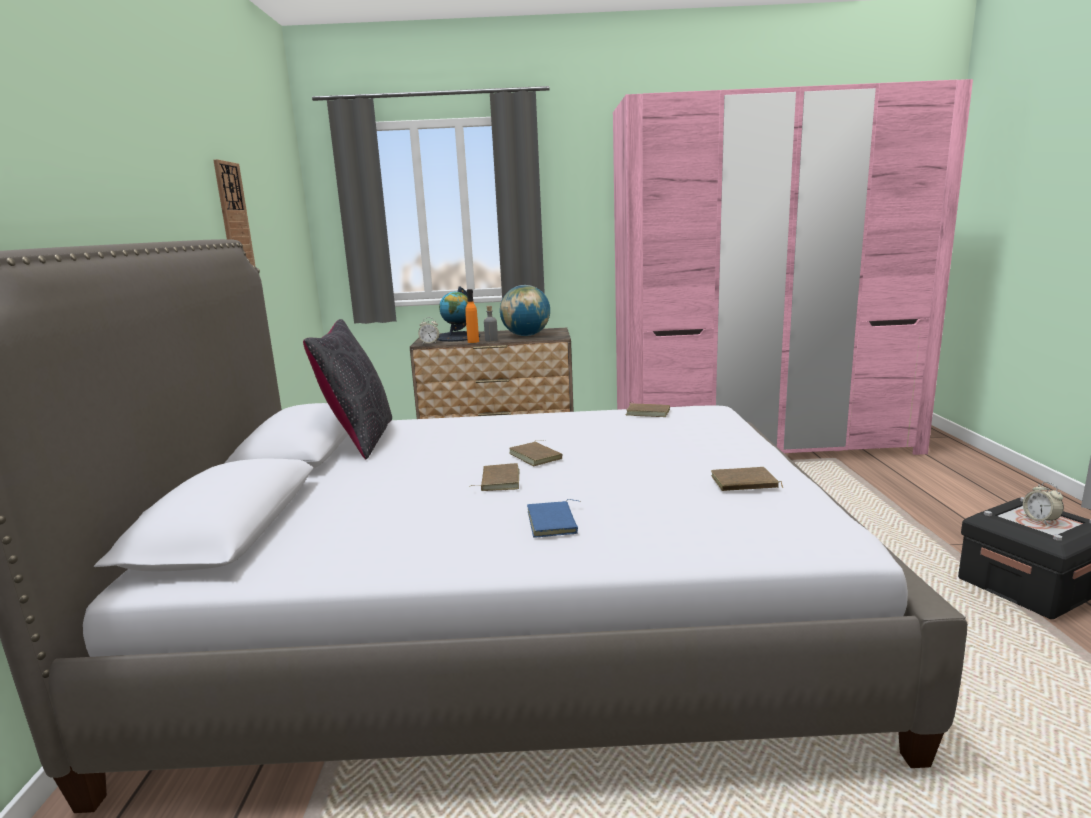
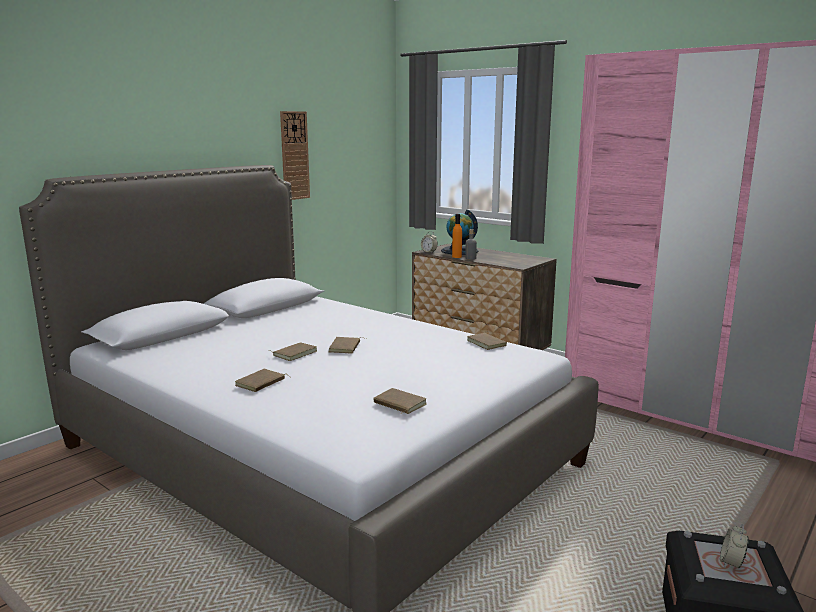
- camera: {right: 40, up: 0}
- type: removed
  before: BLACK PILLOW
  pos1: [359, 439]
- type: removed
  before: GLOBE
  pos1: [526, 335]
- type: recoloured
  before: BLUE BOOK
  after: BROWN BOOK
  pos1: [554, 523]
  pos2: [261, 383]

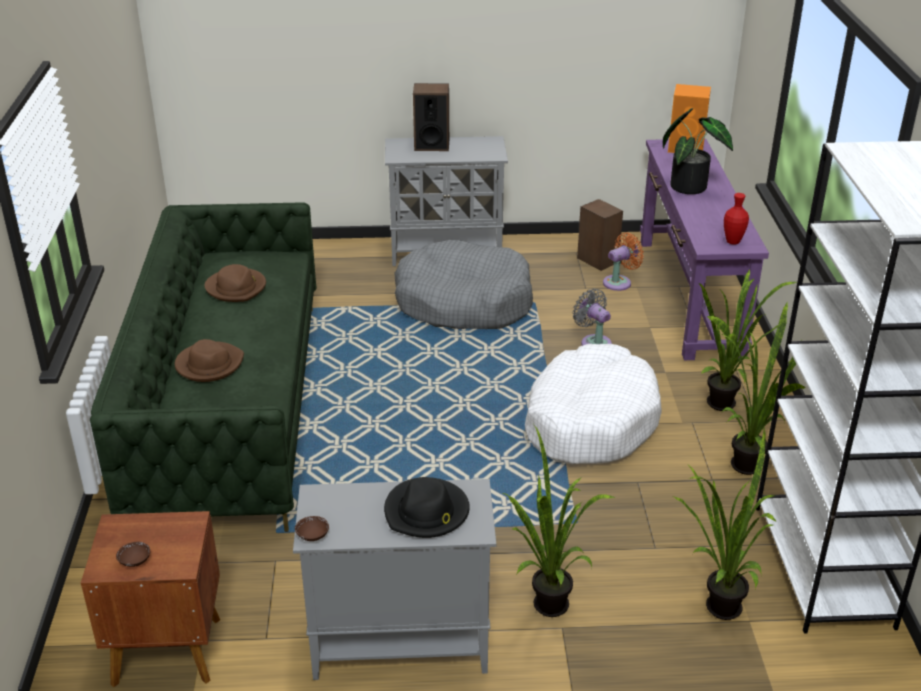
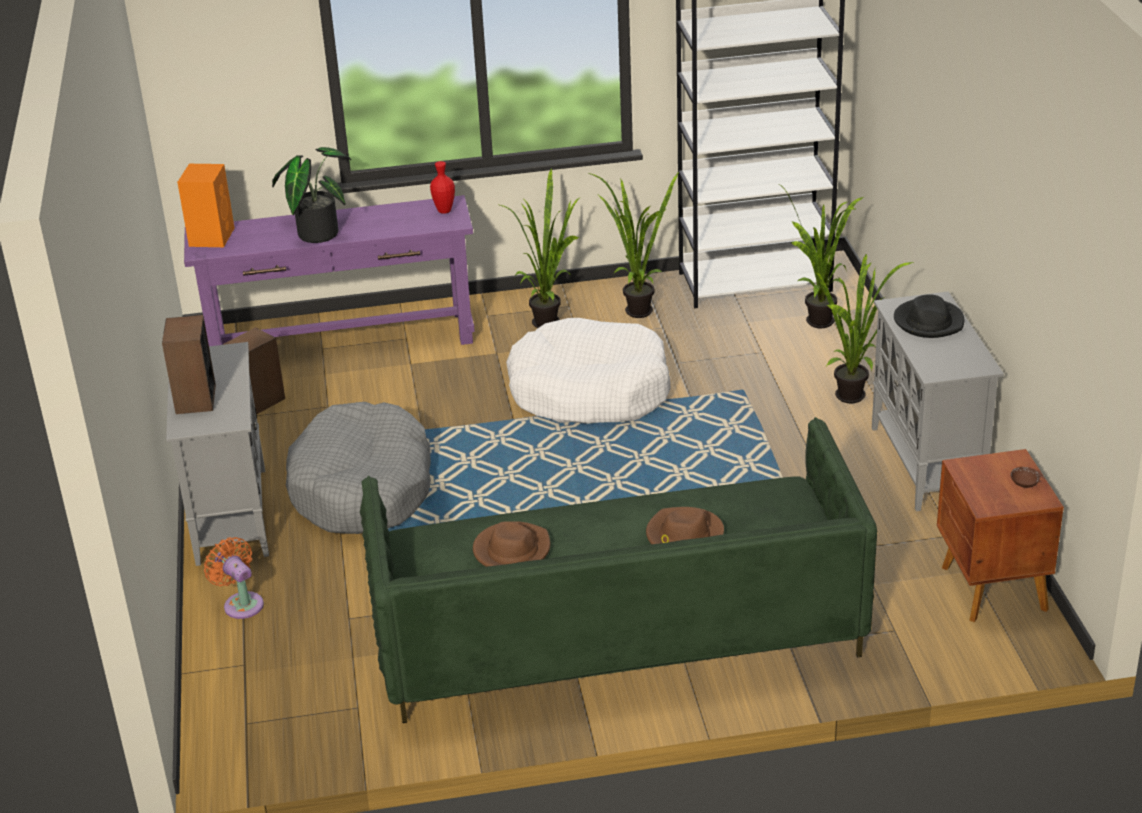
- camera: {right: -95, up: 0}
- type: removed
  before: BROWN BOWL
  pos1: [312, 536]
- type: removed
  before: GREY FAN
  pos1: [594, 342]
- type: moved
  before: ORANGE FAN
  pos1: [619, 282]
  pos2: [241, 603]

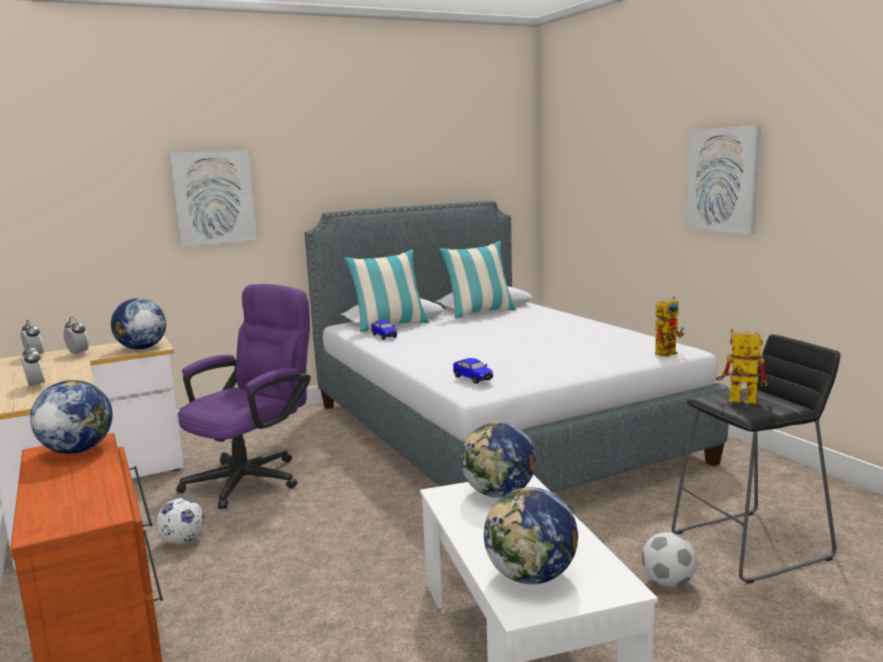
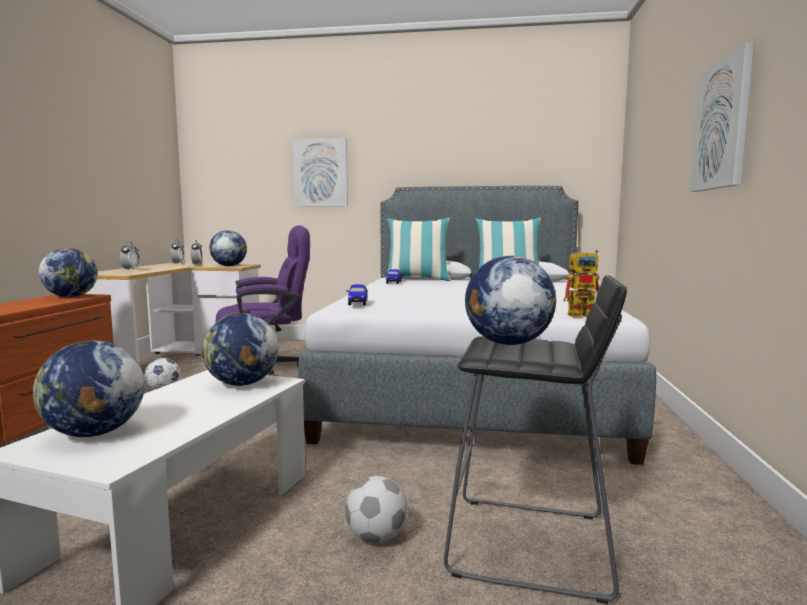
- camera: {right: 35, up: -5}
- type: replaced
  before: TOY ROBOT
  after: GLOBE
  pos1: [736, 400]
  pos2: [507, 343]

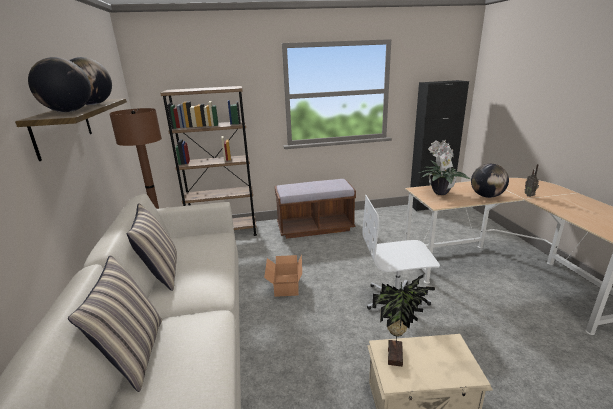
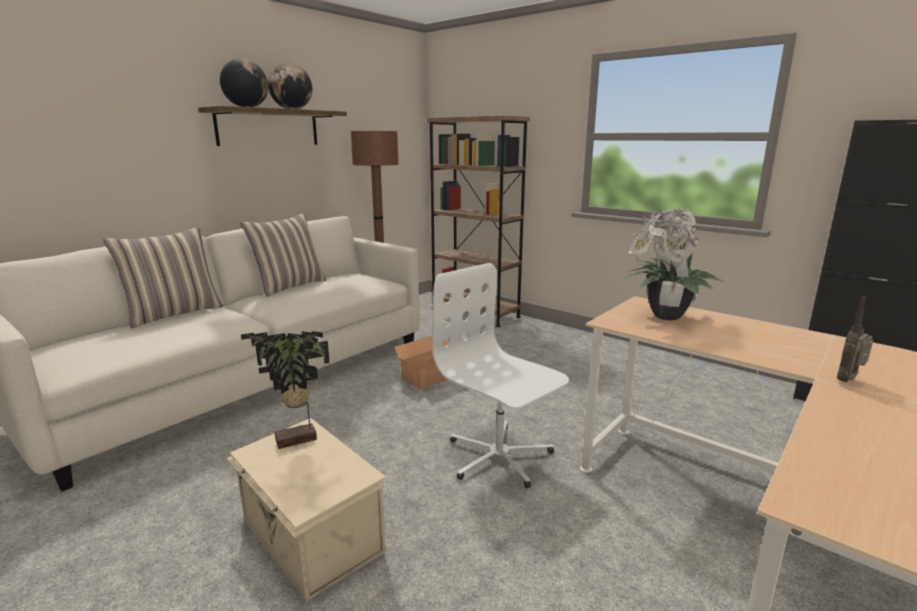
- camera: {right: 50, up: -5}
- type: removed
  before: BROWN BENCH
  pos1: [315, 228]
- type: removed
  before: GLOBE
  pos1: [486, 196]

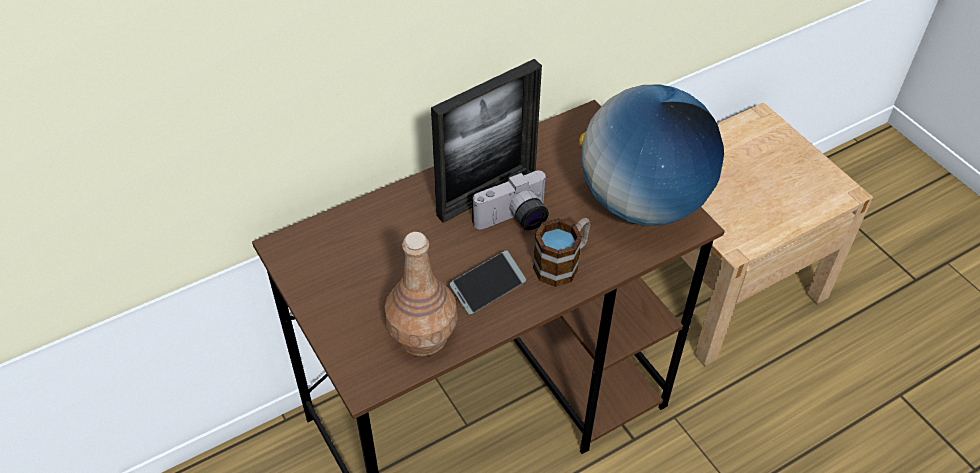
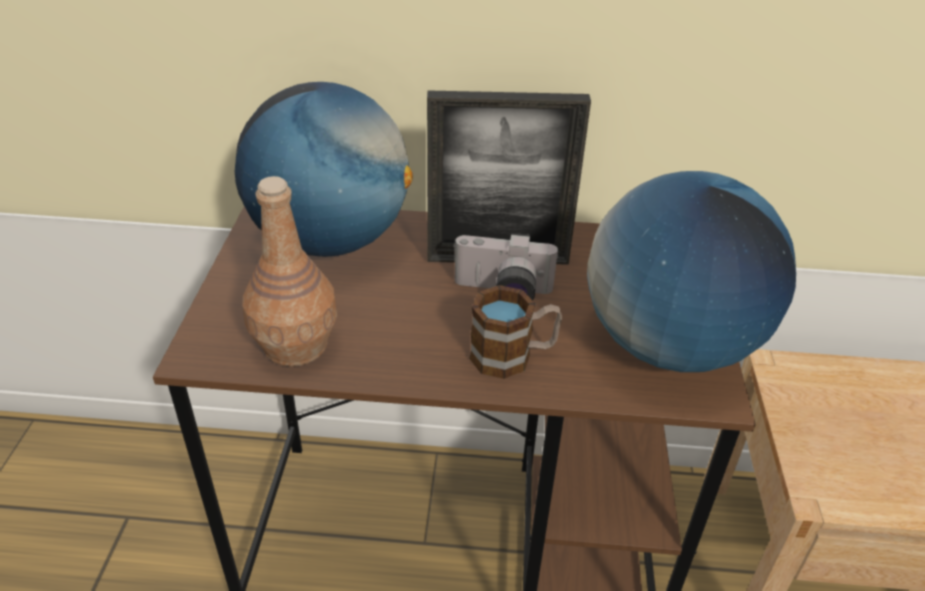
- camera: {right: 35, up: -10}
- type: removed
  before: PHONE
  pos1: [488, 287]
- type: added
  after: GLOBE
  pos2: [330, 240]

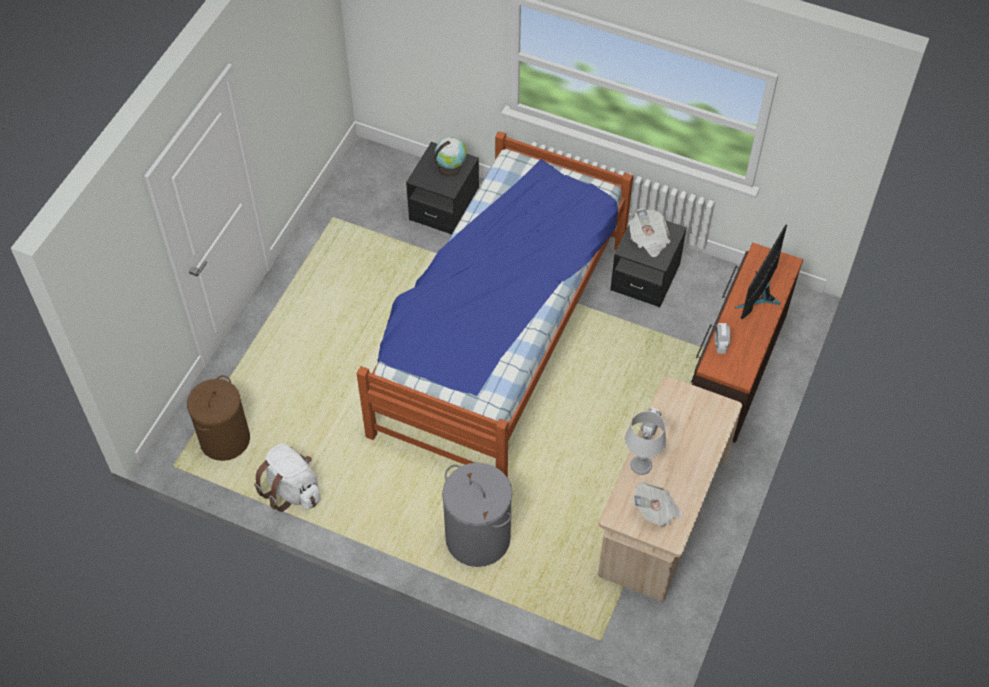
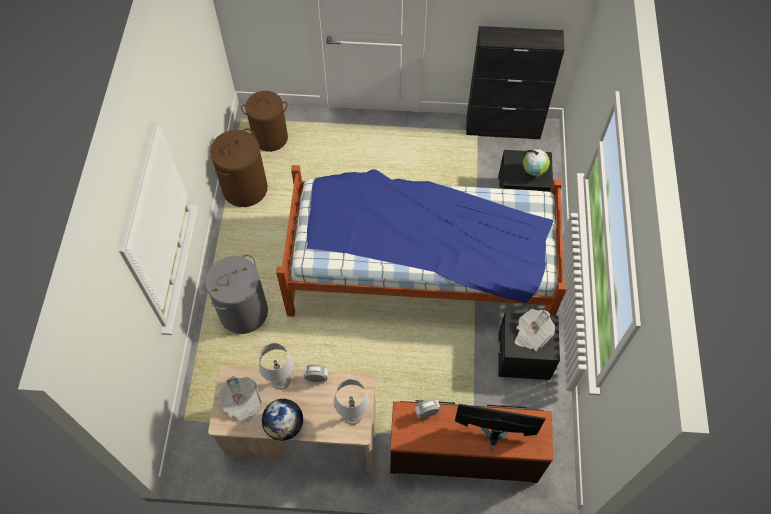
- camera: {right: 70, up: 5}
- type: replaced
  before: WHITE BACKPACK
  after: BROWN LAUNDRY BASKET
  pos1: [292, 490]
  pos2: [245, 188]
- type: added
  after: GLOBE
  pos2: [284, 426]
- type: added
  after: GREY TABLE LAMP
  pos2: [352, 415]
- type: added
  after: BLACK CABINET
  pos2: [503, 128]

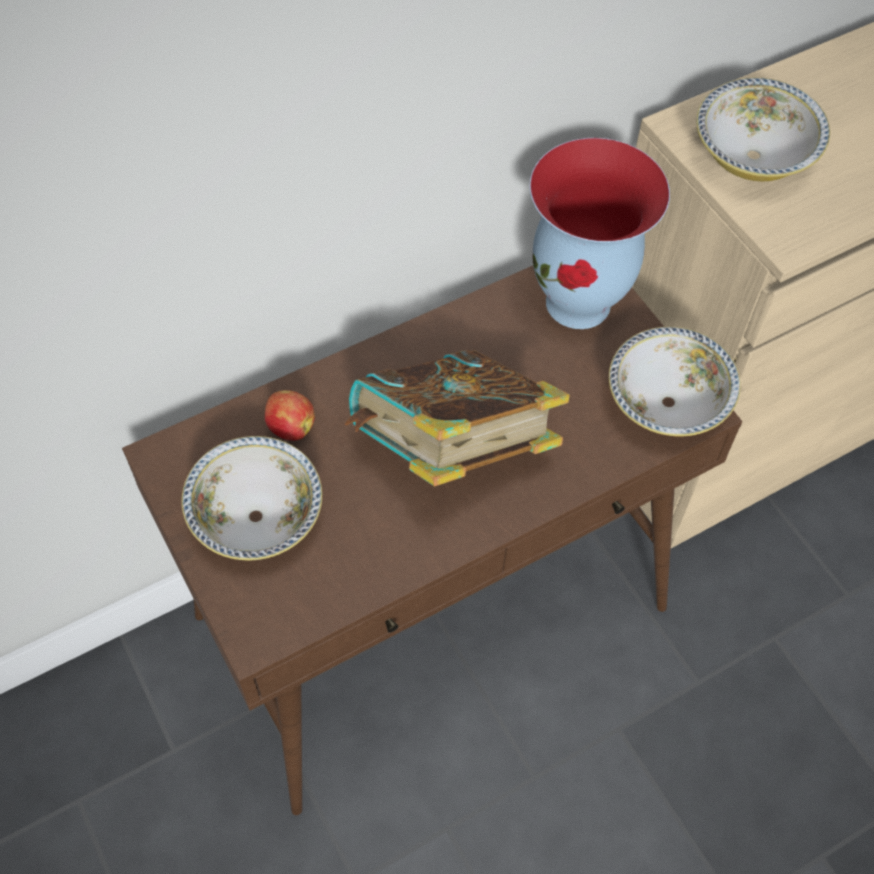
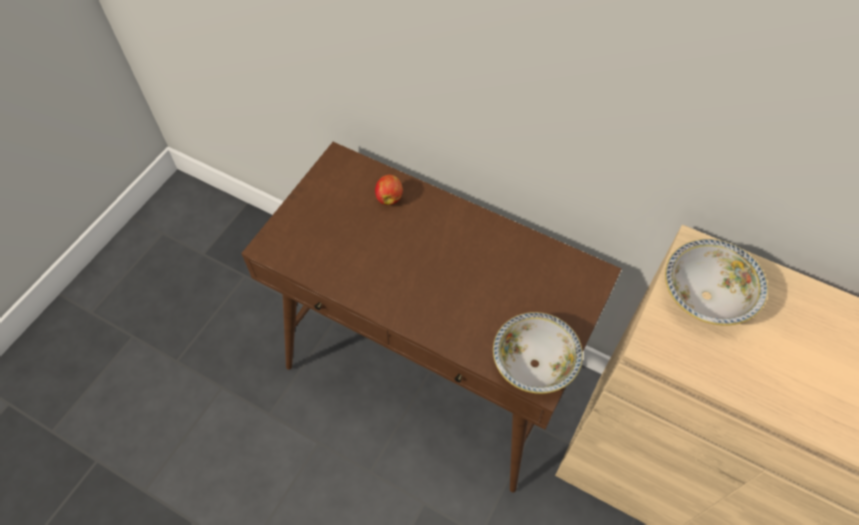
- camera: {right: 60, up: 0}
- type: removed
  before: BOWL
  pos1: [257, 517]
- type: removed
  before: BOOK
  pos1: [452, 451]
- type: removed
  before: VASE
  pos1: [580, 303]

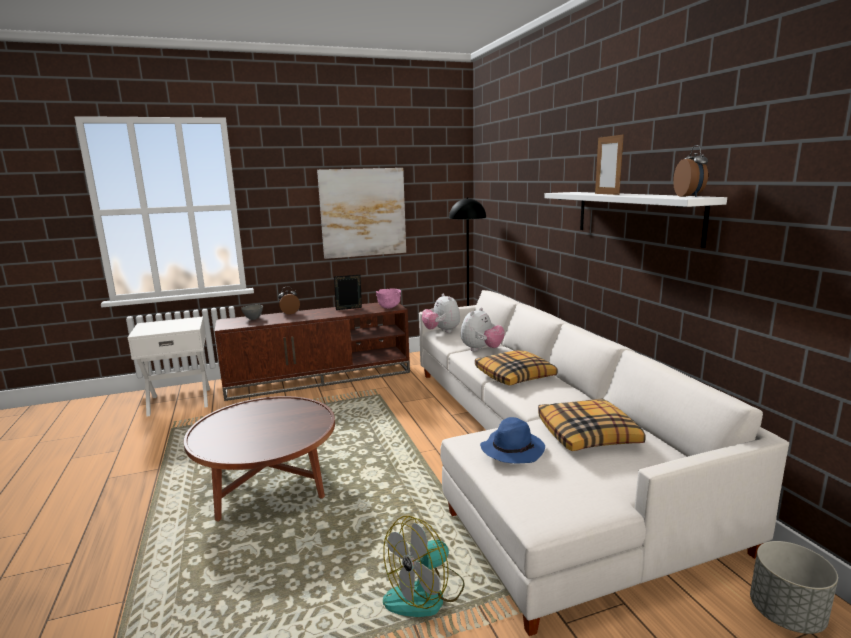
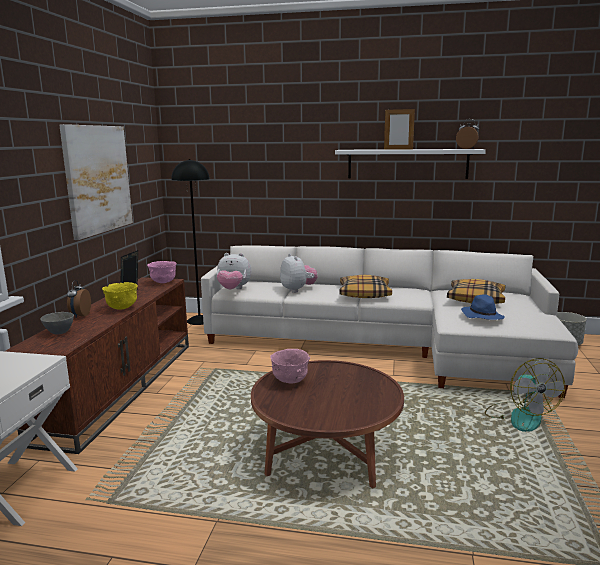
- camera: {right: -60, up: 0}
- type: added
  after: YELLOW BOWL
  pos2: [122, 308]
- type: added
  after: PINK BOWL
  pos2: [290, 381]

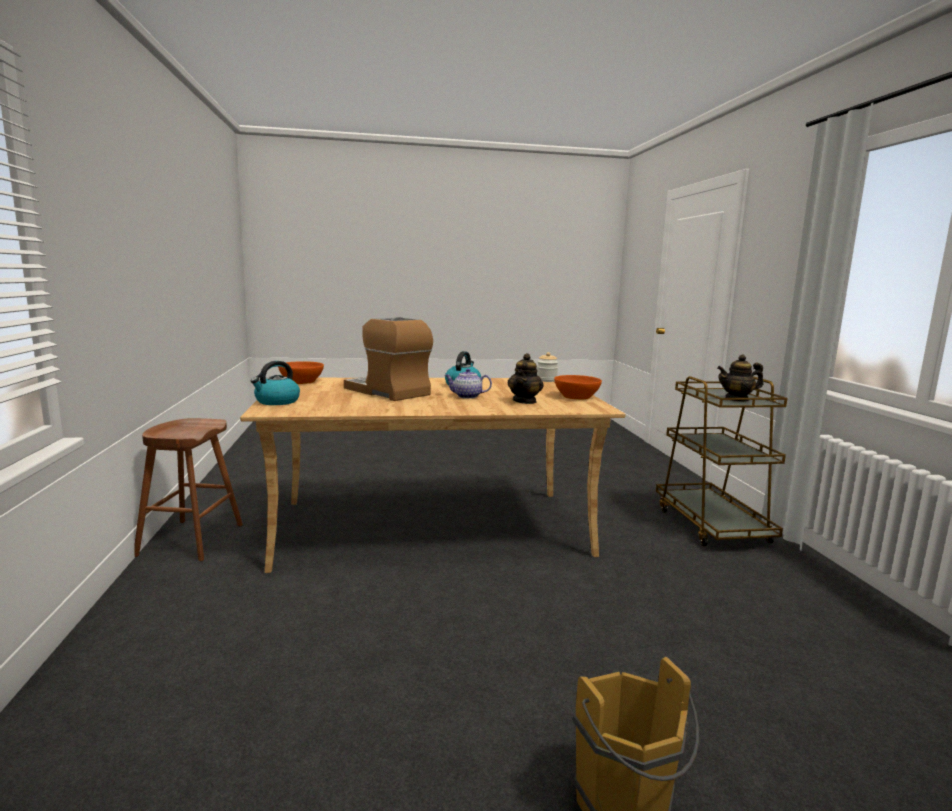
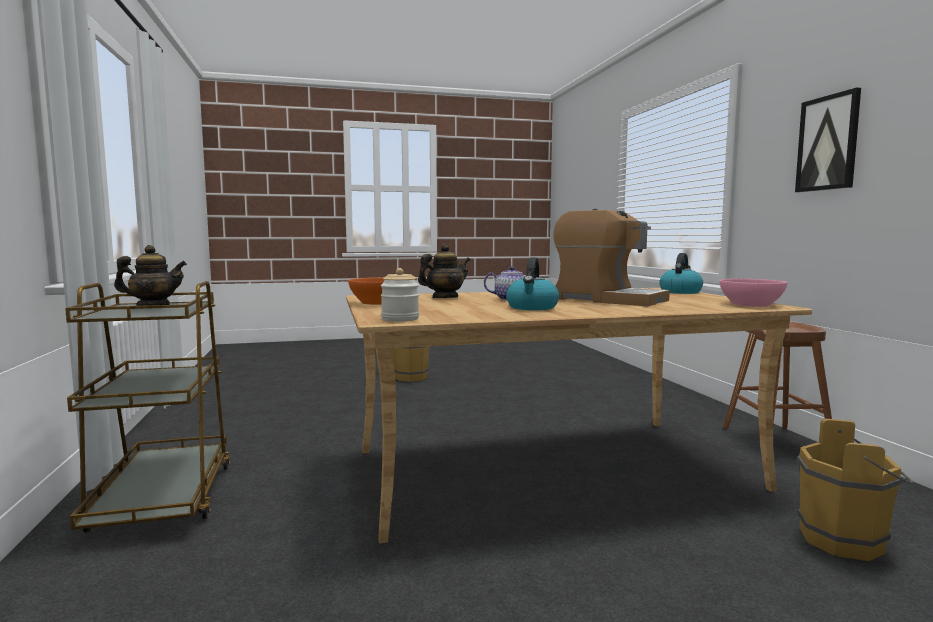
- camera: {right: 175, up: -5}
- type: recoloured
  before: ORANGE BOWL
  after: PINK BOWL
  pos1: [301, 381]
  pos2: [750, 304]
- type: turned
  before: TEAPOT
  pos1: [525, 401]
  pos2: [444, 298]
  turn: 45
- type: added
  after: PICTURE
  pos2: [828, 143]
- type: added
  after: BROWN BUCKET
  pos2: [848, 542]

